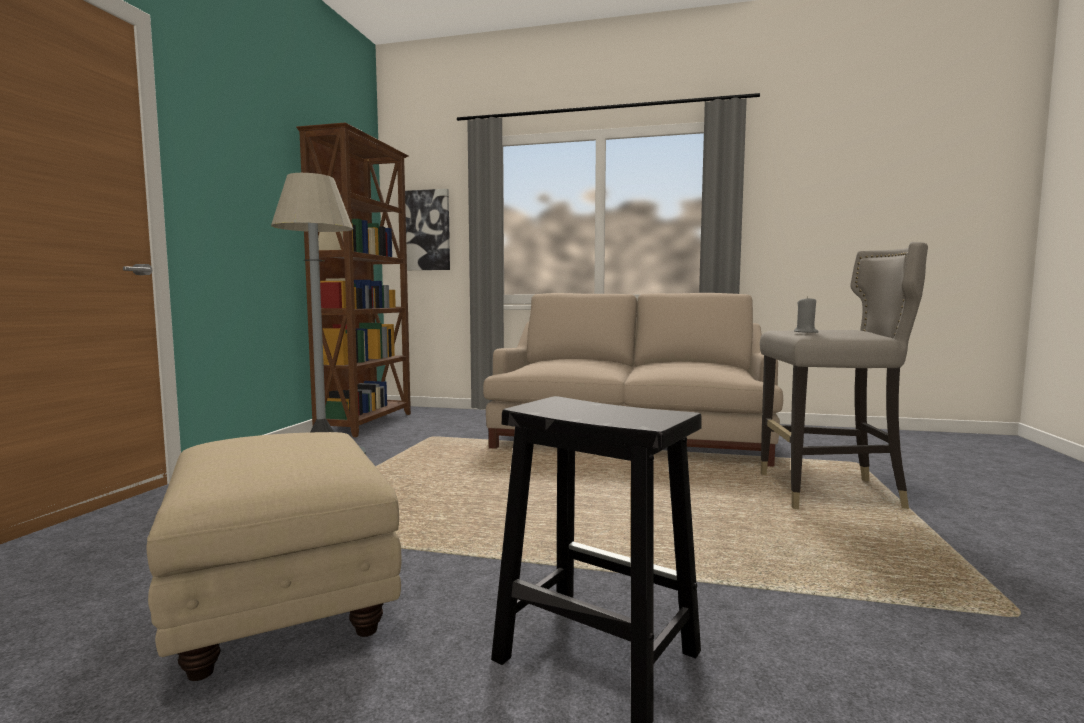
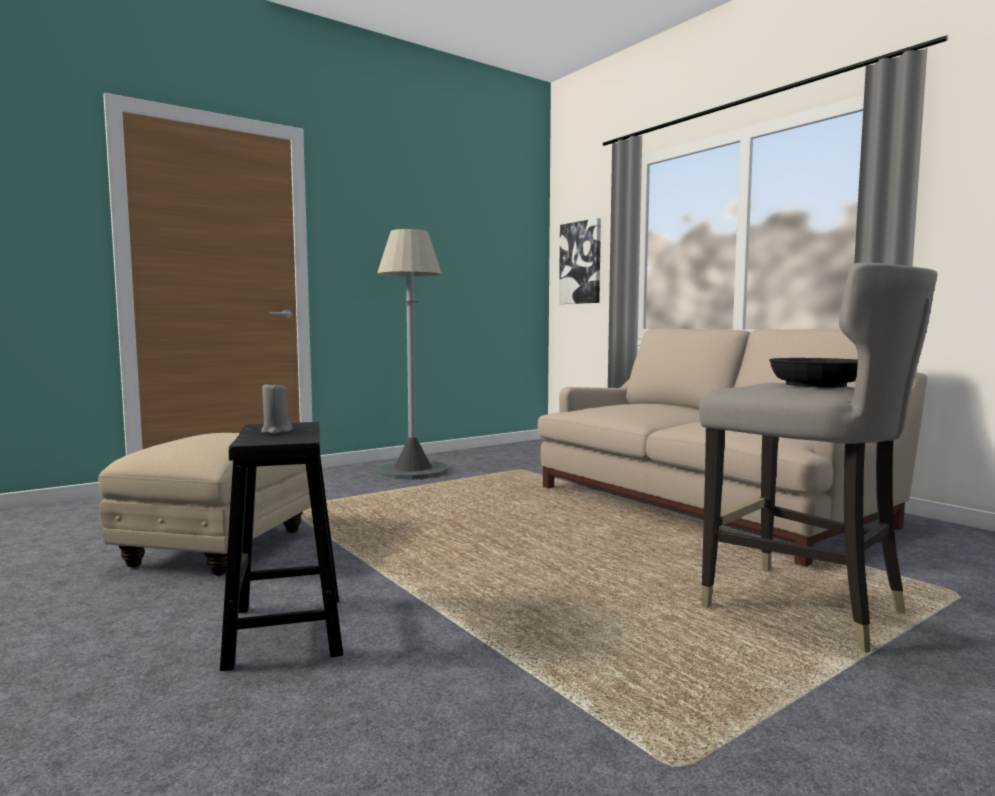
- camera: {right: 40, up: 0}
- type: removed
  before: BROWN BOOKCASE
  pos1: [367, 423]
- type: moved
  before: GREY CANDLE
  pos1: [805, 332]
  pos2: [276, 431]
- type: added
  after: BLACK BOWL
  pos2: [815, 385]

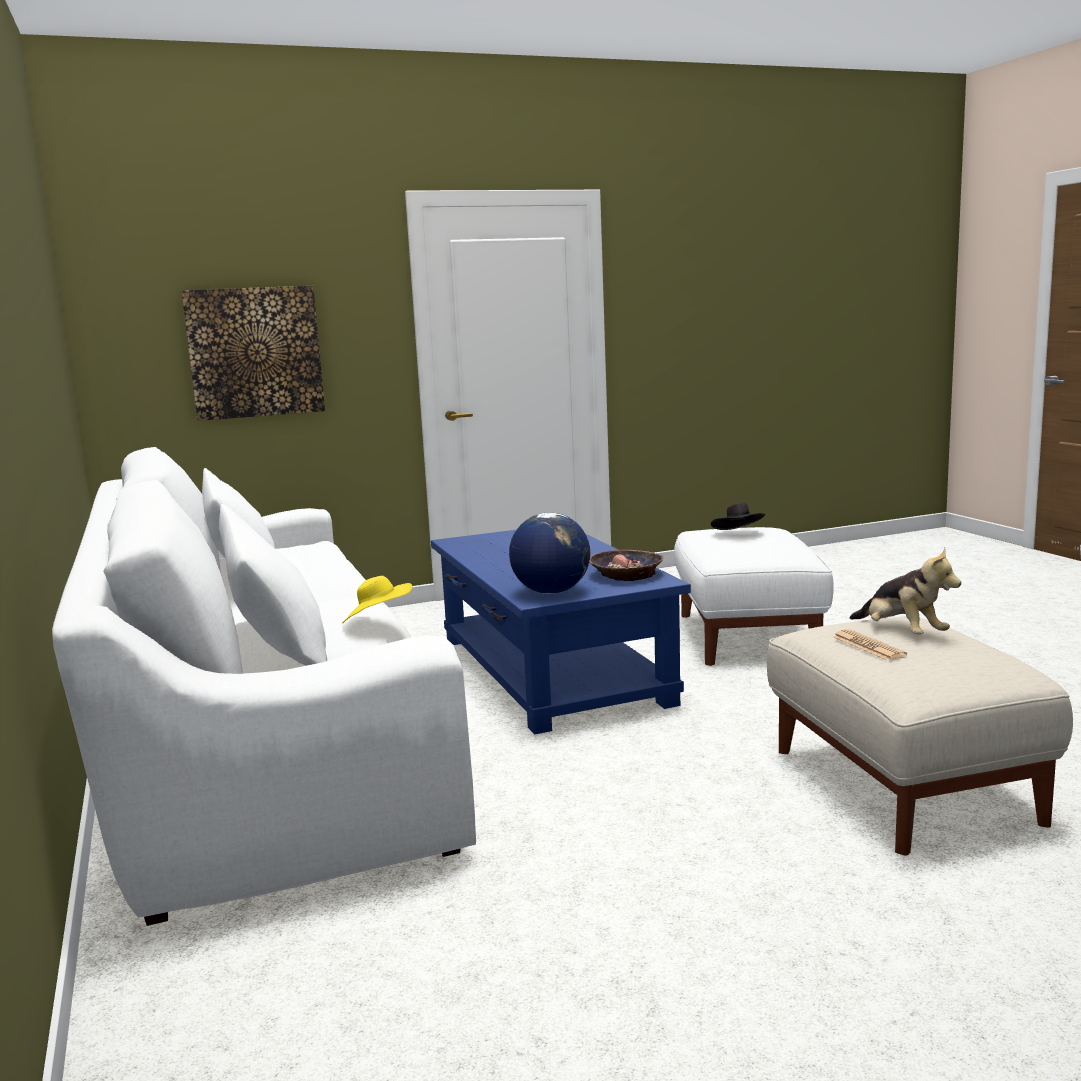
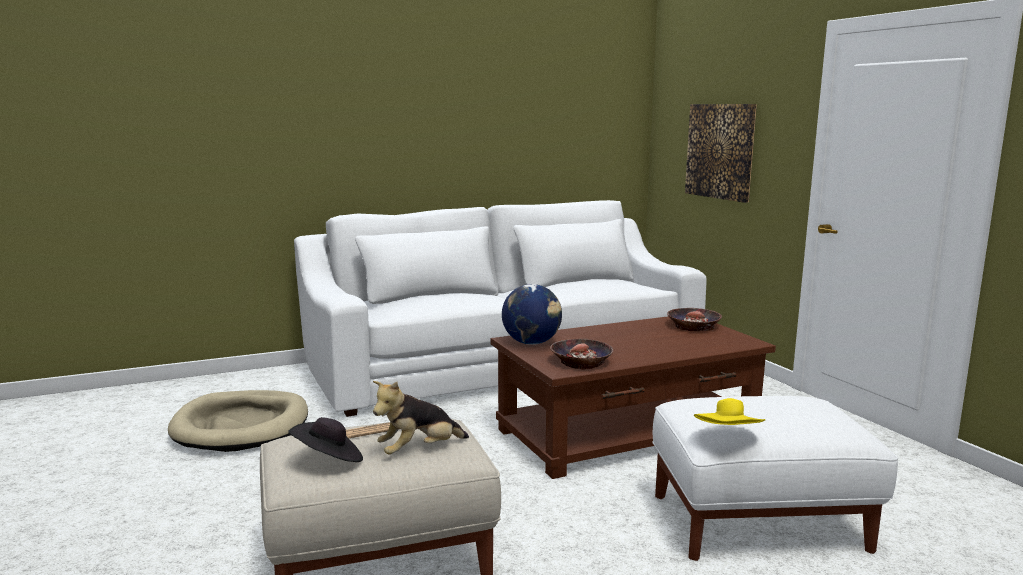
- camera: {right: 85, up: 0}
- type: moved
  before: YELLOW HAT
  pos1: [378, 621]
  pos2: [728, 436]
- type: recoloured
  before: BLUE COFFEE TABLE
  after: BROWN COFFEE TABLE
  pos1: [551, 669]
  pos2: [628, 432]
- type: moved
  before: BLACK HAT
  pos1: [738, 534]
  pos2: [328, 460]
- type: added
  after: BEIGE DOG BED
  pos2: [241, 426]
- type: added
  after: BOWL
  pos2: [693, 326]

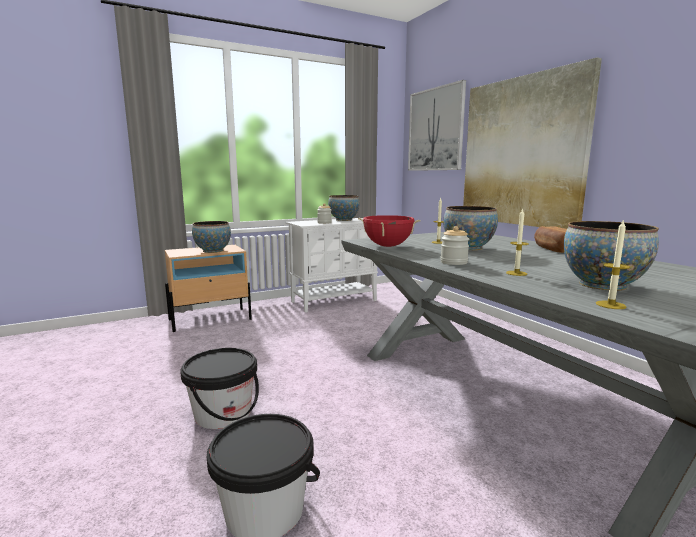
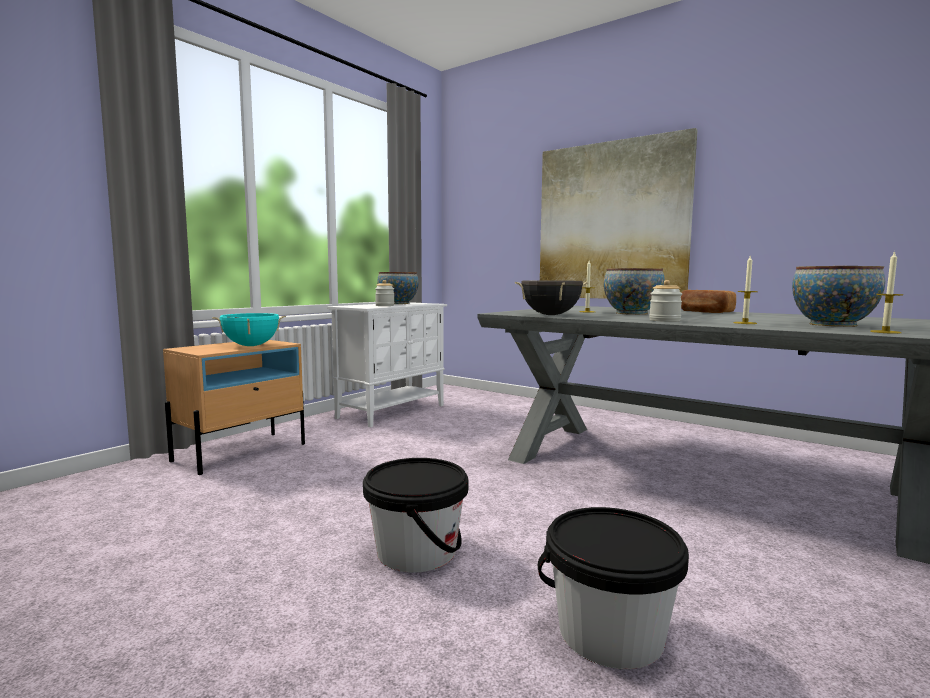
- camera: {right: -25, up: -5}
- type: replaced
  before: BOWL
  after: TURQUOISE COOKING POT
  pos1: [213, 251]
  pos2: [251, 346]
- type: recoloured
  before: RED COOKING POT
  after: BLACK COOKING POT
  pos1: [388, 246]
  pos2: [550, 315]
- type: removed
  before: PICTURE
  pos1: [435, 129]

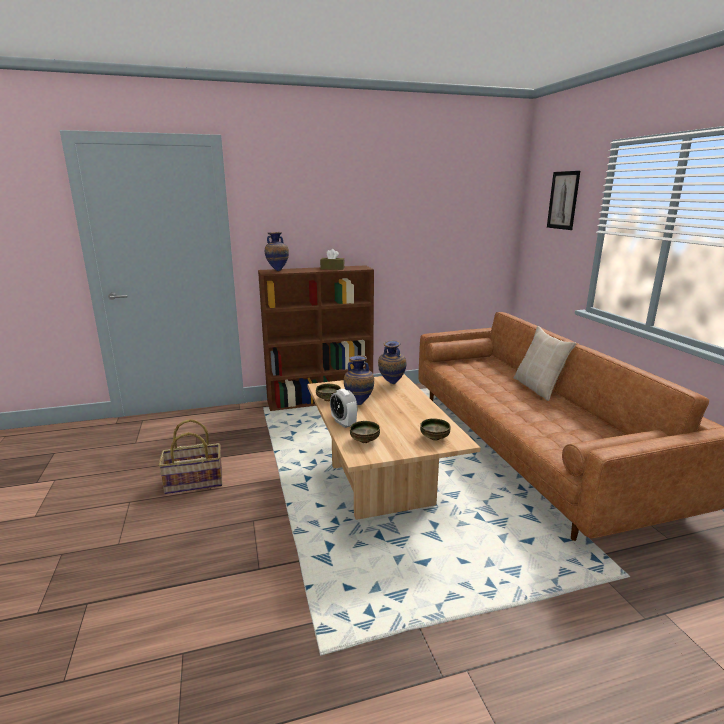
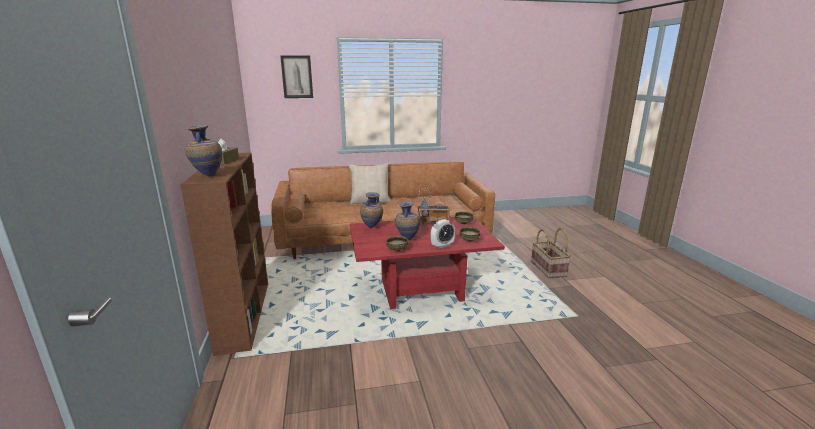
- camera: {right: -85, up: 0}
- type: moved
  before: BASKET
  pos1: [194, 483]
  pos2: [549, 269]
- type: recoloured
  before: BEIGE COFFEE TABLE
  after: RED COFFEE TABLE
  pos1: [380, 484]
  pos2: [421, 290]
- type: added
  after: RADIO
  pos2: [433, 223]

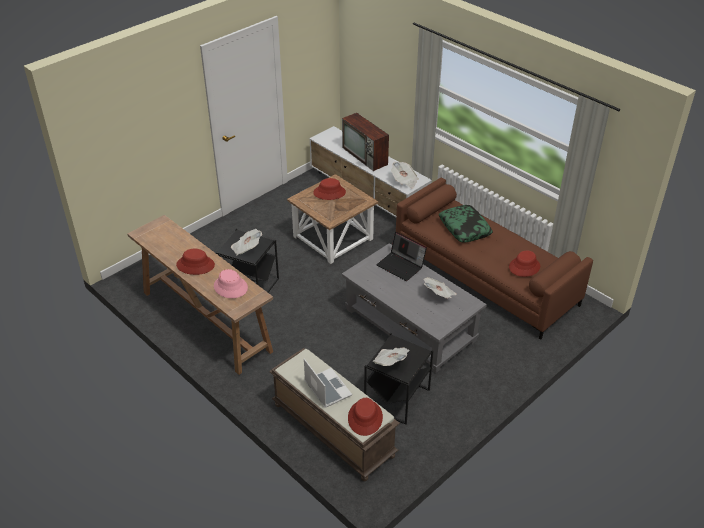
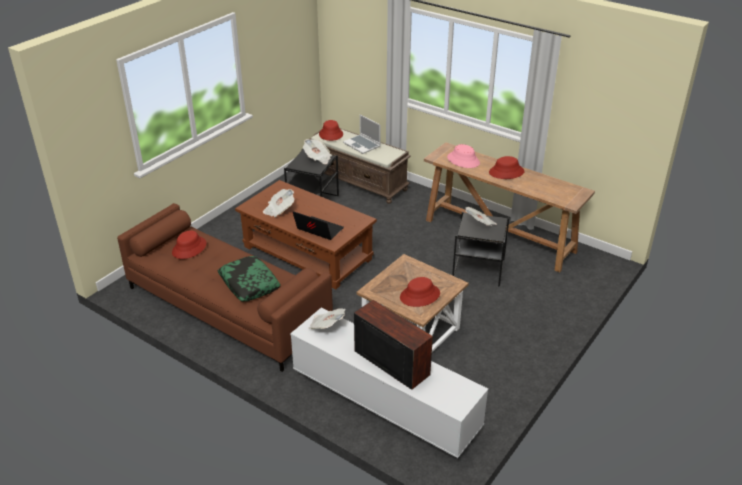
- camera: {right: 170, up: -5}
- type: recoloured
  before: GREY COFFEE TABLE
  after: BROWN COFFEE TABLE
  pos1: [410, 325]
  pos2: [307, 252]

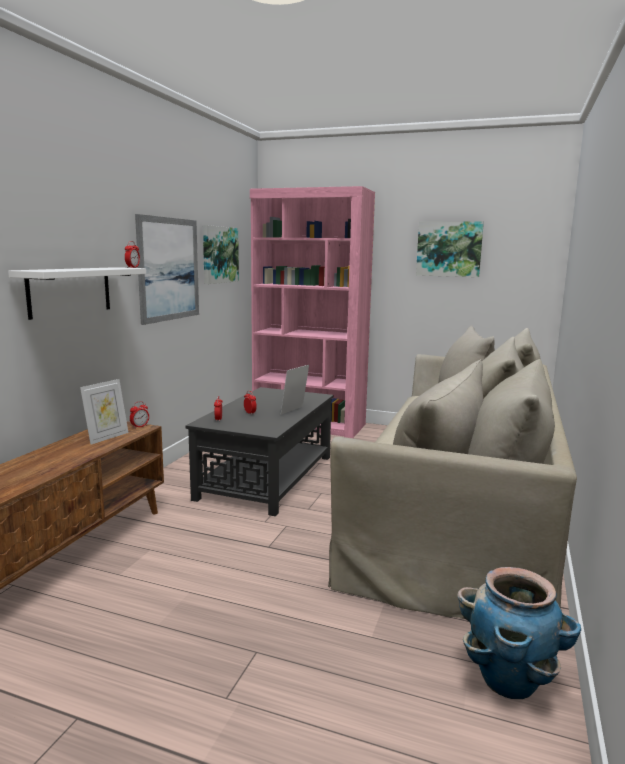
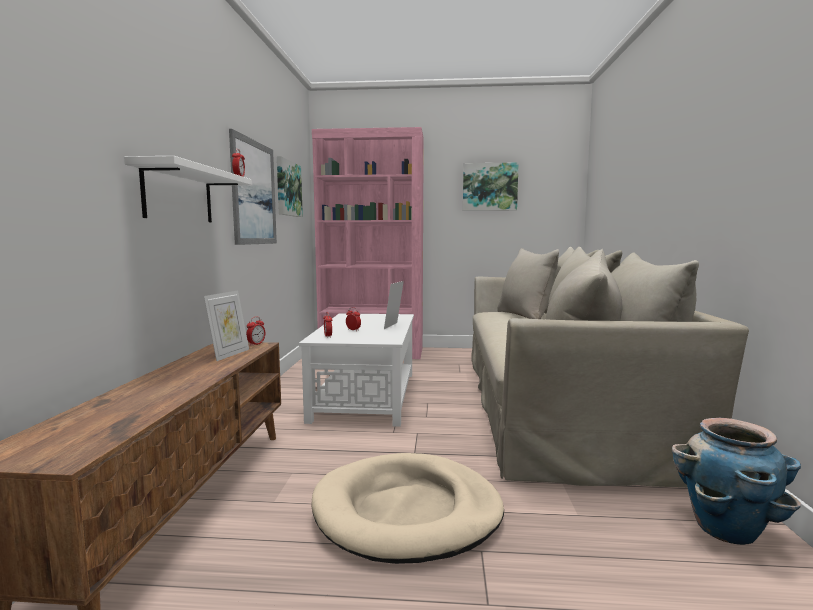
- camera: {right: -15, up: -5}
- type: recoloured
  before: BLACK COFFEE TABLE
  after: WHITE COFFEE TABLE
  pos1: [266, 477]
  pos2: [365, 396]
- type: added
  after: BEIGE DOG BED
  pos2: [407, 512]

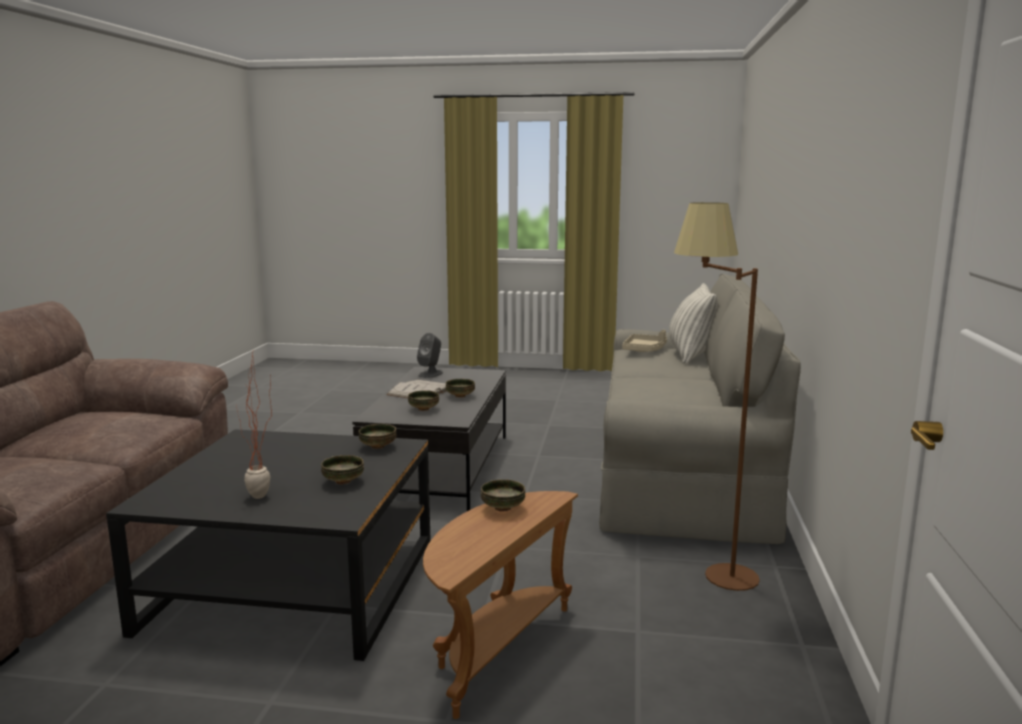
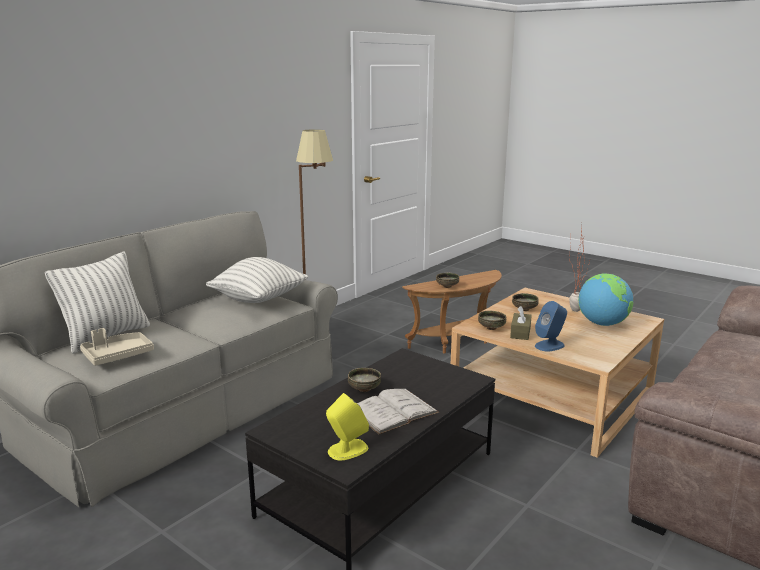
- camera: {right: -150, up: 5}
- type: recoloured
  before: BLACK COFFEE TABLE
  after: BEIGE COFFEE TABLE
  pos1: [294, 583]
  pos2: [552, 397]
- type: removed
  before: BOWL
  pos1: [424, 409]
- type: recoloured
  before: GREY SPEAKER
  after: YELLOW SPEAKER
  pos1: [430, 374]
  pos2: [347, 450]
- type: added
  after: PILLOW
  pos2: [259, 299]
- type: added
  after: BROWN TISSUE BOX
  pos2: [520, 332]
- type: added
  after: BLUE SPEAKER
  pos2: [549, 345]
- type: added
  after: GLOBE
  pos2: [602, 324]

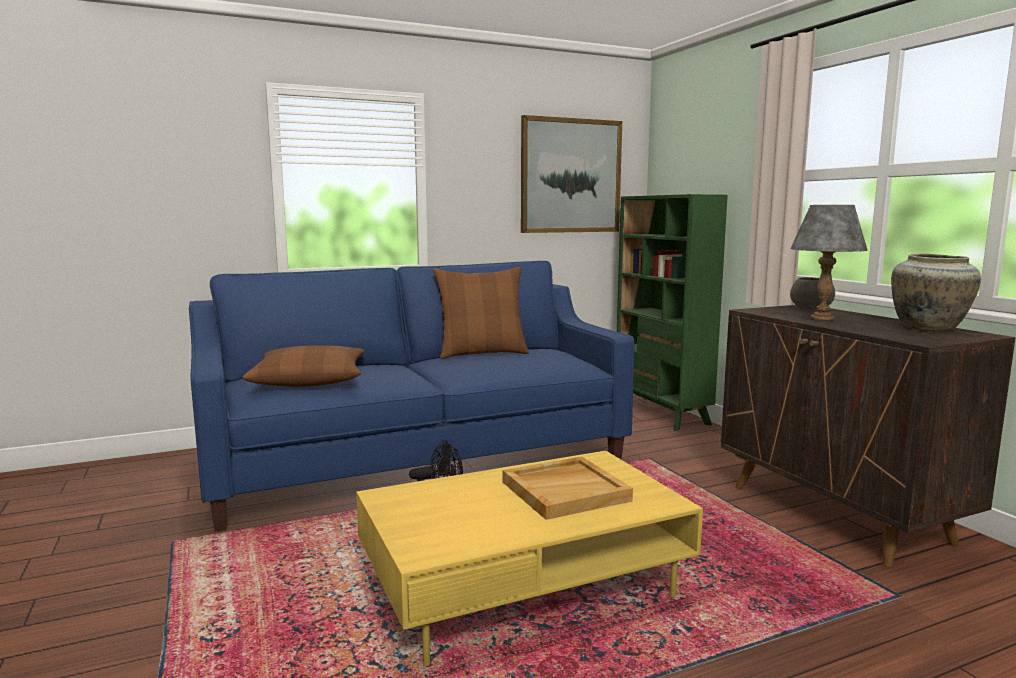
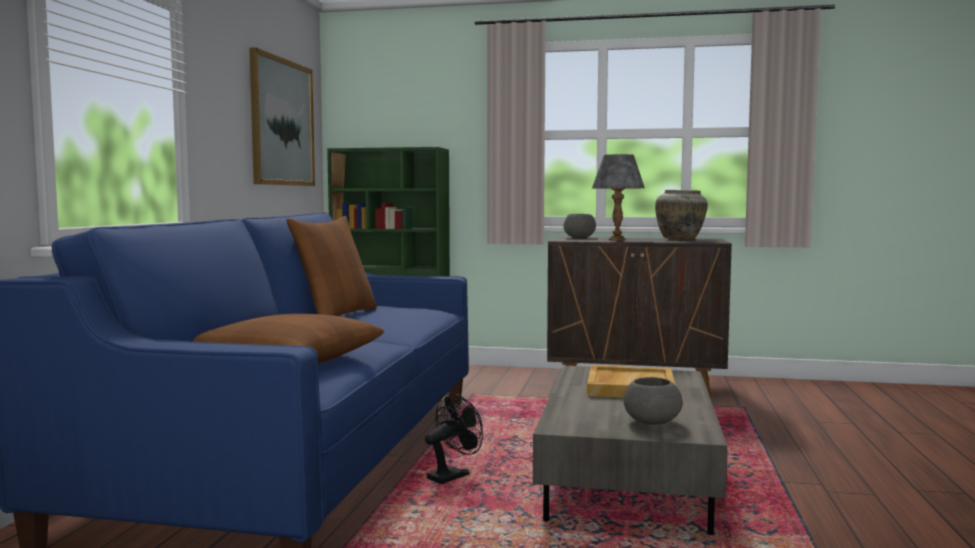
- camera: {right: -55, up: -5}
- type: recoloured
  before: YELLOW COFFEE TABLE
  after: GREY COFFEE TABLE
  pos1: [524, 585]
  pos2: [626, 480]
- type: added
  after: GREY BOWL
  pos2: [651, 422]

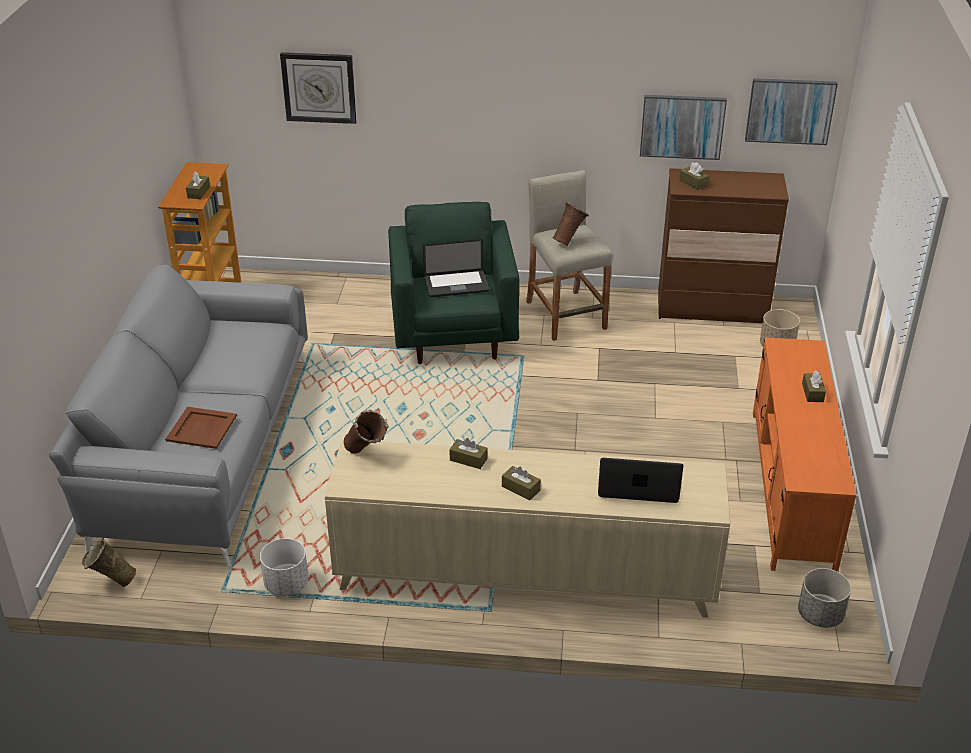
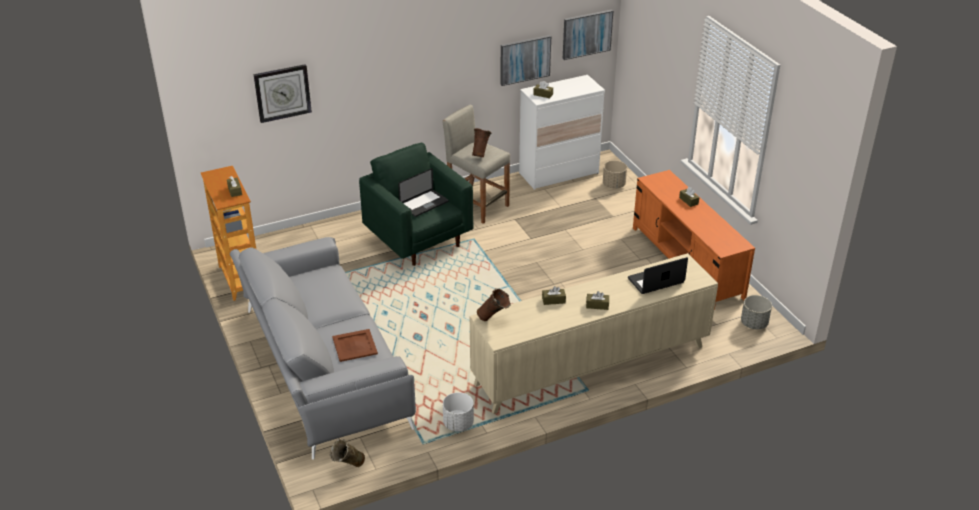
- camera: {right: -30, up: 0}
- type: recoloured
  before: BROWN DRESSER
  after: WHITE DRESSER
  pos1: [711, 308]
  pos2: [558, 173]

